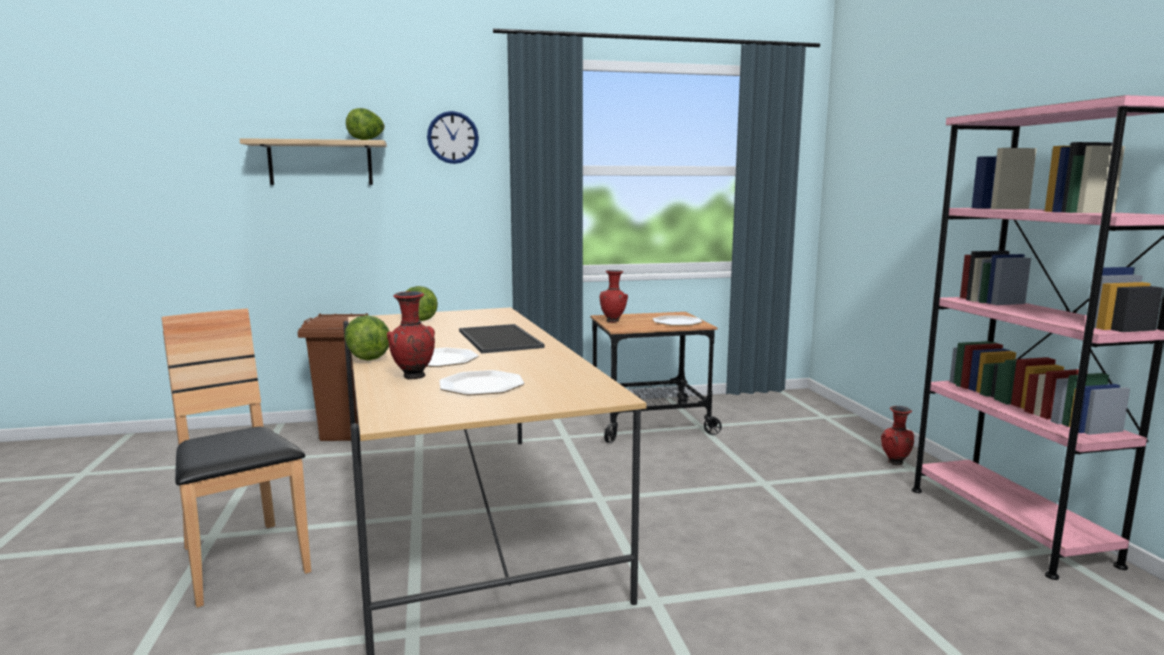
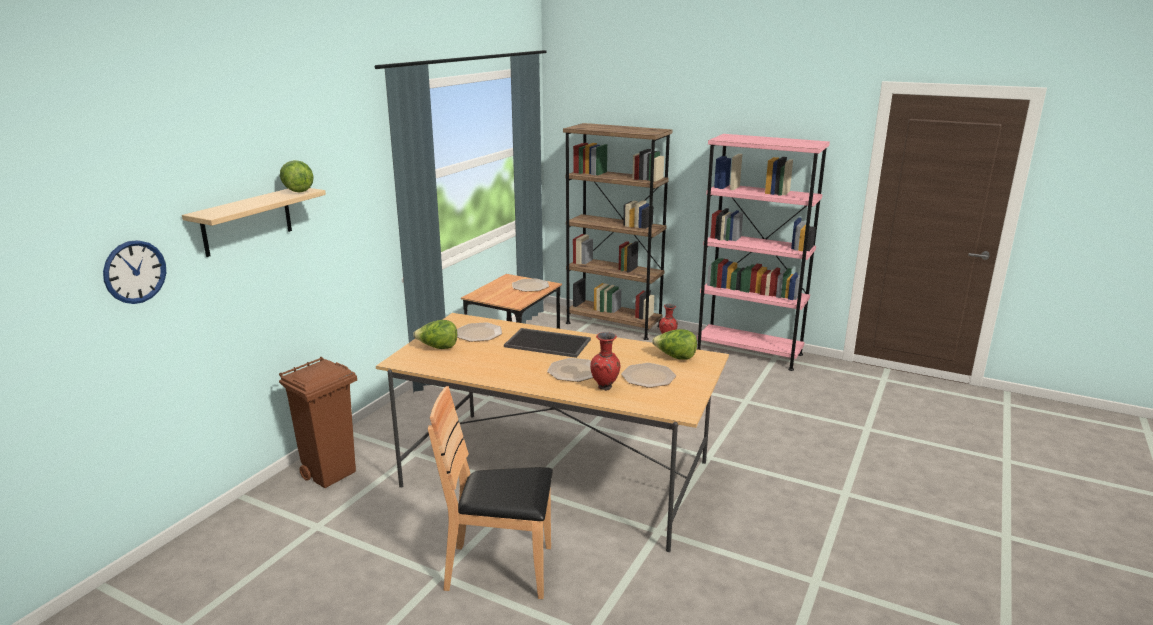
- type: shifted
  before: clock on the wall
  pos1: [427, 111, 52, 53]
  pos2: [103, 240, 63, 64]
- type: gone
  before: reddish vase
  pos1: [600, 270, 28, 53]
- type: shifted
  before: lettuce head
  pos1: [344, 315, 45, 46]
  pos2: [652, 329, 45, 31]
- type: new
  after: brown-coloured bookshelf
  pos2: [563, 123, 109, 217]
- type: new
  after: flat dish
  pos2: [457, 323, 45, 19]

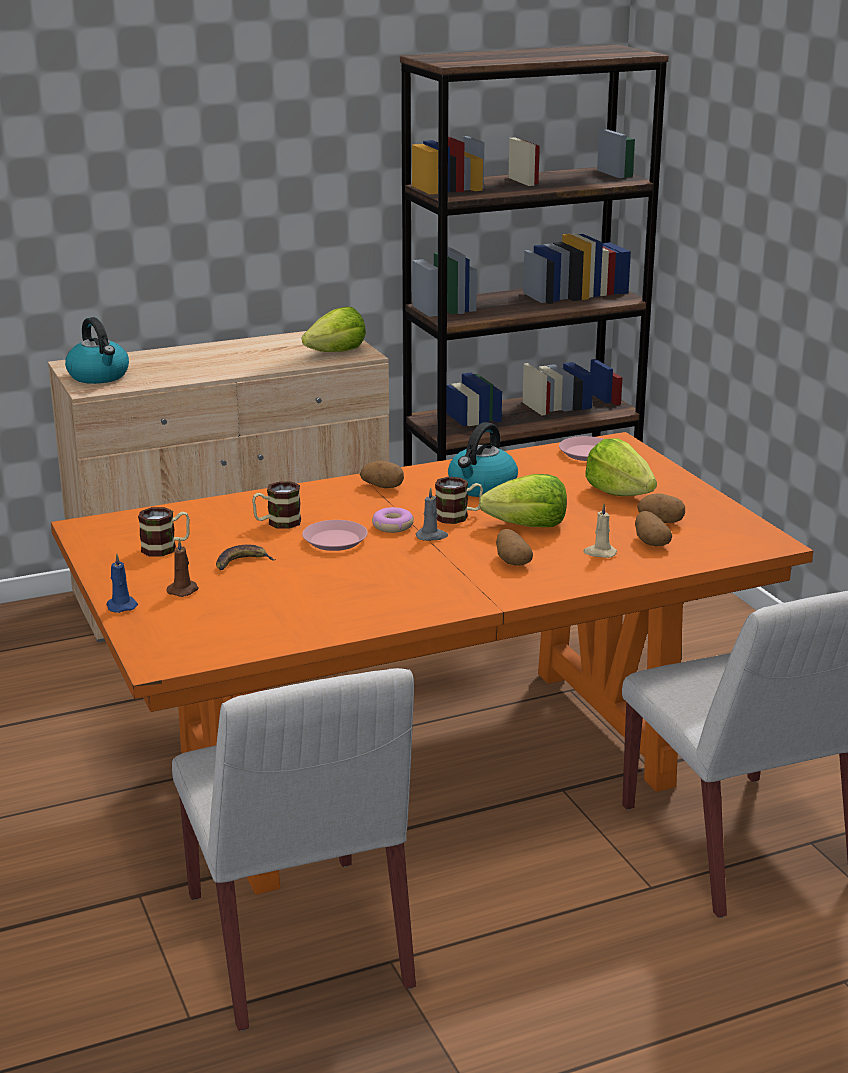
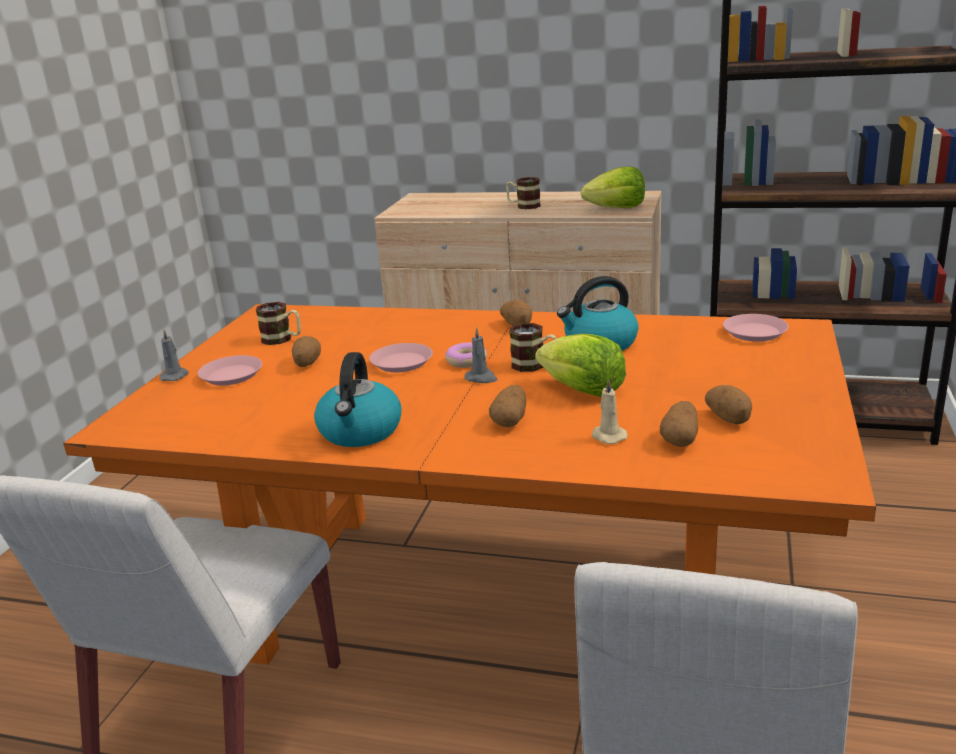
- type: shifted
  before: kettle
  pos1: [65, 317, 64, 67]
  pos2: [314, 352, 88, 95]
- type: gone
  before: lettuce head
  pos1: [585, 439, 72, 57]
- type: shifted
  before: coffee mug
  pos1: [252, 481, 49, 48]
  pos2: [506, 177, 35, 32]
- type: swapped
  before: brown-coloured wax light
  after: pink-coloured flat dish
  pos1: [166, 538, 33, 59]
  pos2: [198, 355, 64, 30]
- type: swapped
  before: whole banana
  after: spud
  pos1: [216, 544, 60, 26]
  pos2: [292, 336, 29, 31]
- type: repainted
  before: blue-coloured wax light
  after: grey wax light
  pos1: [106, 553, 32, 60]
  pos2: [159, 329, 30, 52]

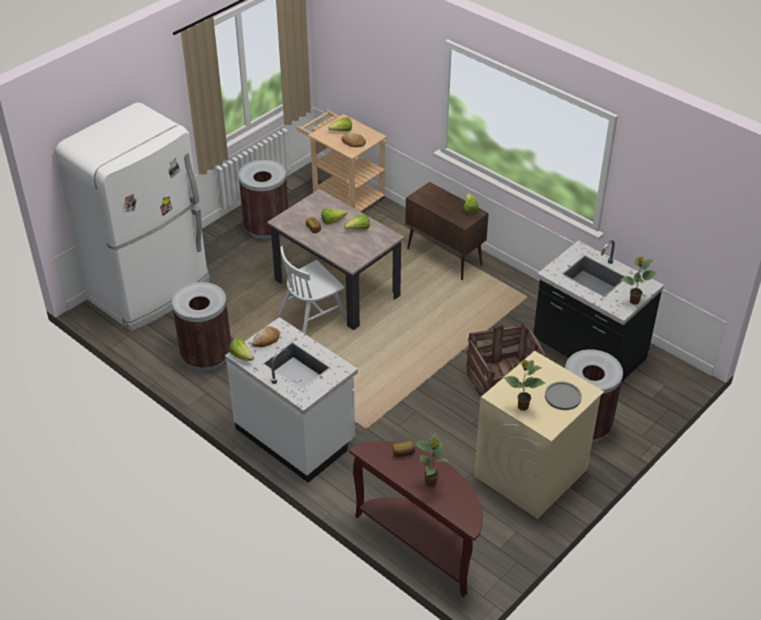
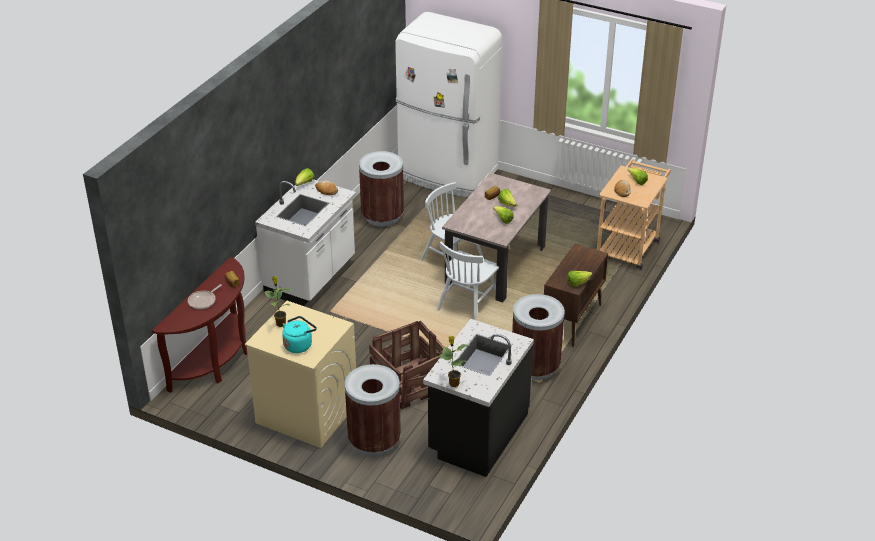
- type: shifted
  before: brown-coloured rubbish bin
  pos1: [238, 159, 50, 81]
  pos2: [512, 294, 53, 86]
- type: swapped
  before: grey flat dish
  after: turquoise kettle
  pos1: [545, 381, 37, 29]
  pos2: [282, 316, 35, 37]
- type: swapped
  before: potted plant
  after: skillet
  pos1: [416, 433, 33, 54]
  pos2: [188, 284, 34, 25]
- type: new
  after: white chair
  pos2: [437, 241, 62, 80]

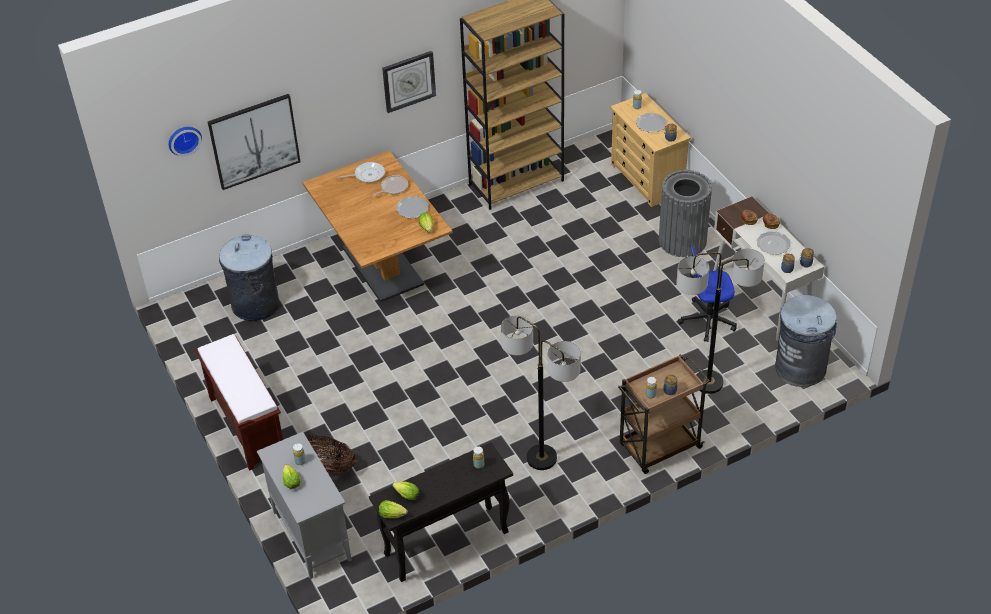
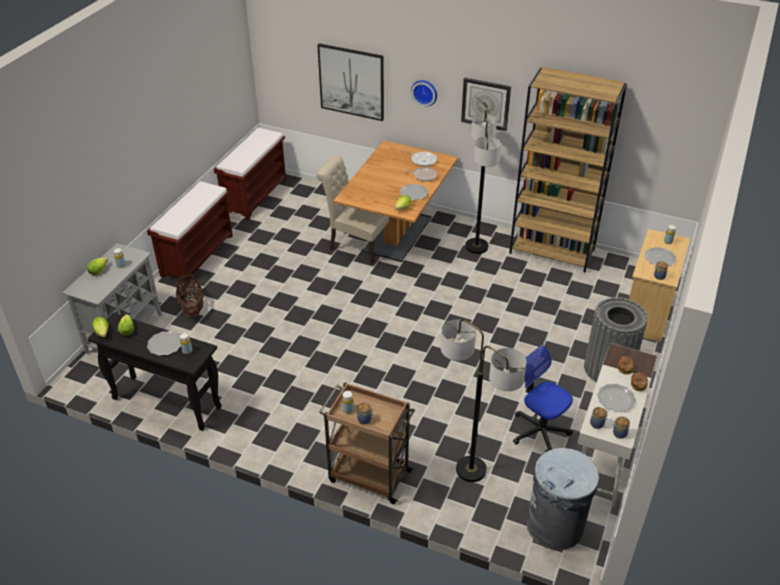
- type: shifted
  before: clock on the wall
  pos1: [169, 127, 33, 29]
  pos2: [411, 80, 26, 26]
- type: gone
  before: grey rubbish bin
  pos1: [219, 234, 60, 87]
- type: shifted
  before: standing lamp
  pos1: [501, 315, 80, 155]
  pos2: [465, 110, 36, 144]
- type: new
  after: brown-coloured indoor bench
  pos2: [214, 128, 72, 92]
- type: new
  after: beige chair
  pos2: [316, 155, 73, 109]
- type: new
  after: flat dish
  pos2: [147, 331, 34, 25]

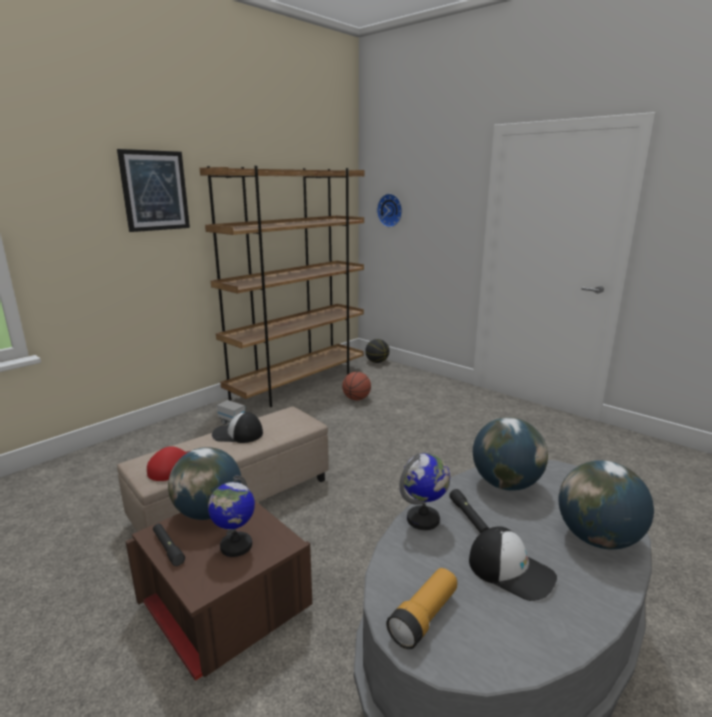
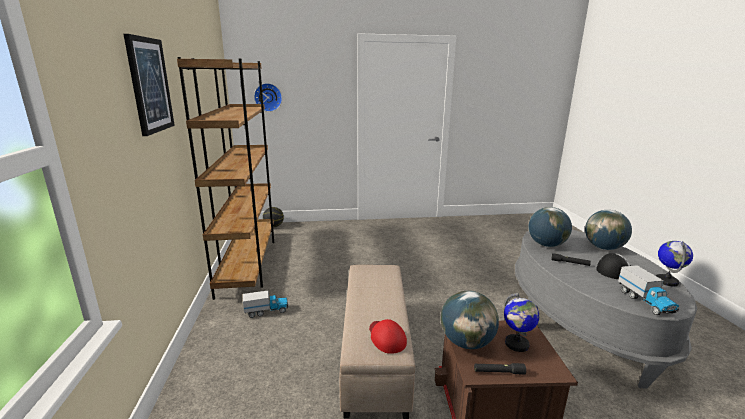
- type: gone
  before: basketball
  pos1: [342, 372, 29, 29]
- type: gone
  before: baseball cap
  pos1: [212, 412, 51, 31]
- type: shifted
  before: globe
  pos1: [399, 453, 51, 77]
  pos2: [656, 241, 37, 45]
- type: swapped
  before: torch
  after: toy truck
  pos1: [386, 568, 71, 81]
  pos2: [618, 265, 61, 50]

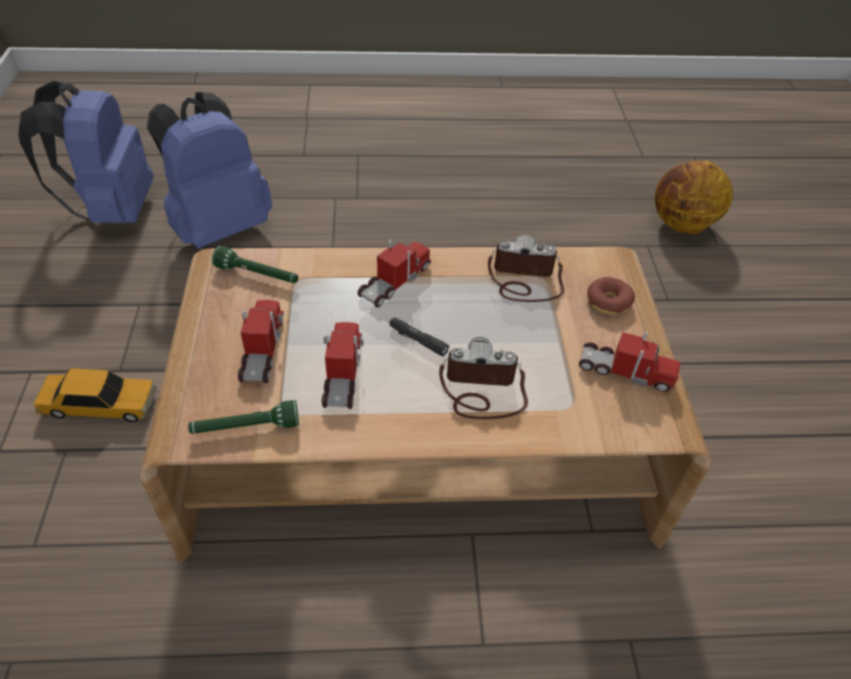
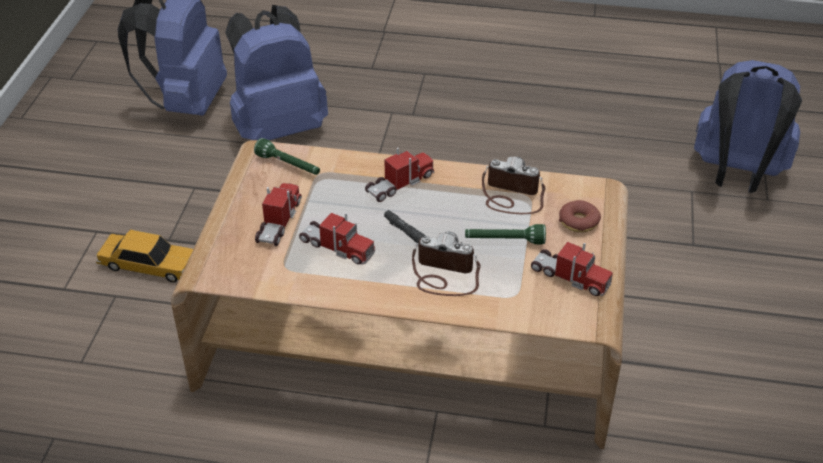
- type: swapped
  before: basketball
  after: blue-coloured rucksack
  pos1: [655, 161, 78, 73]
  pos2: [694, 60, 108, 133]
- type: rotated
  before: toy truck
  pos1: [322, 322, 41, 87]
  pos2: [299, 213, 76, 52]
  turn: 105
- type: shifted
  before: green-coloured torch
  pos1: [188, 400, 111, 34]
  pos2: [465, 224, 81, 20]

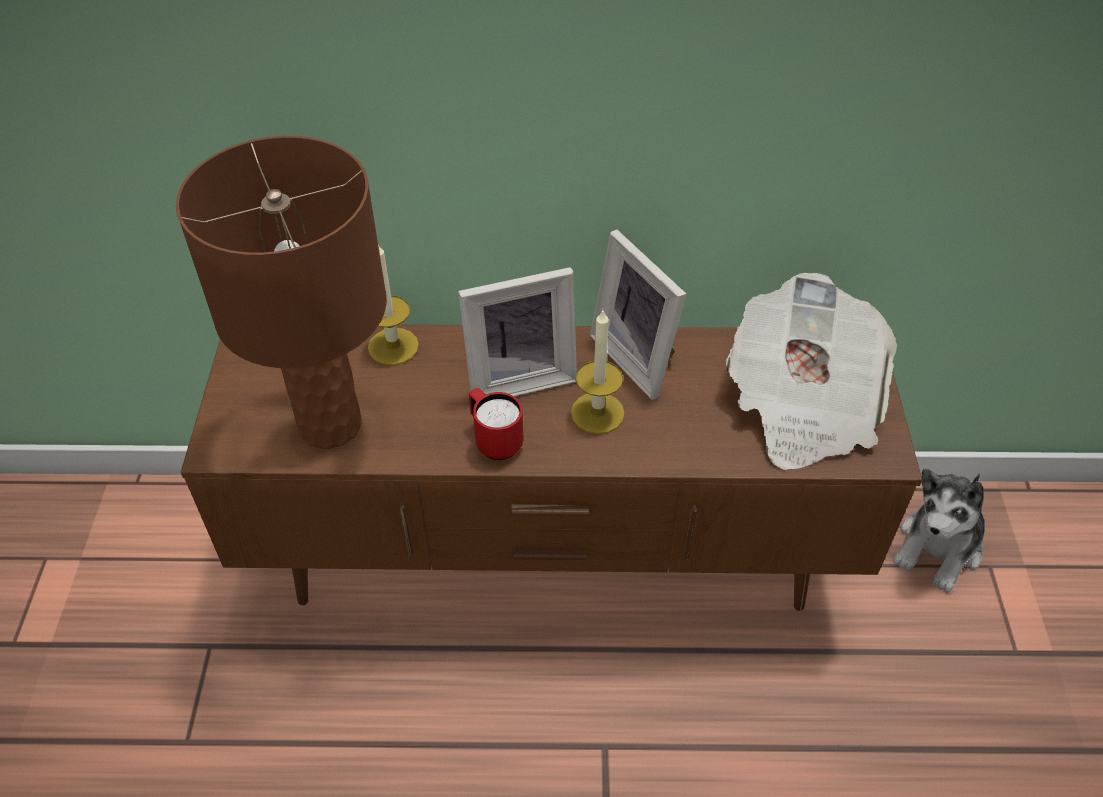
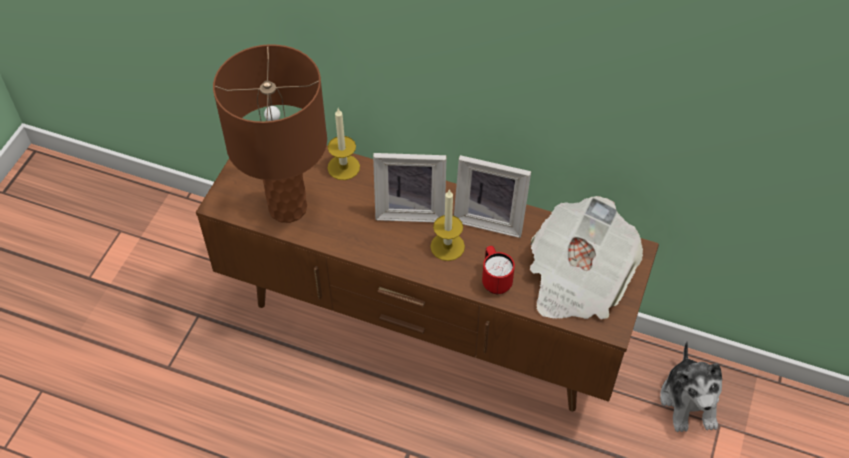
- type: rotated
  before: picture frame
  pos1: [590, 230, 96, 170]
  pos2: [454, 155, 77, 83]
  turn: -60
- type: shifted
  before: reddish coffee mug
  pos1: [469, 388, 54, 72]
  pos2: [482, 246, 33, 48]
- type: rotated
  before: plush toy
  pos1: [893, 468, 92, 125]
  pos2: [660, 341, 62, 91]
  turn: -60

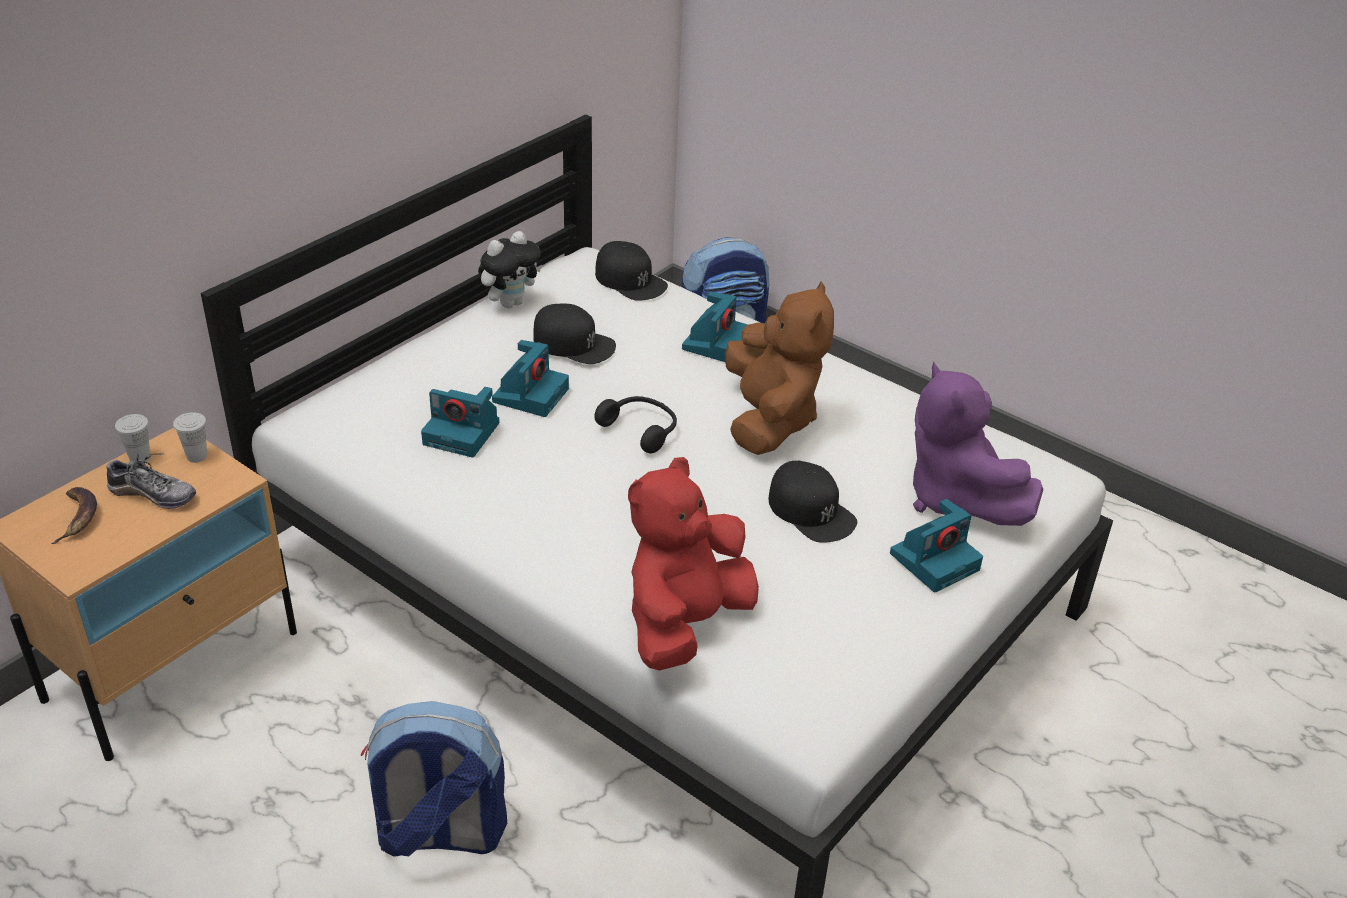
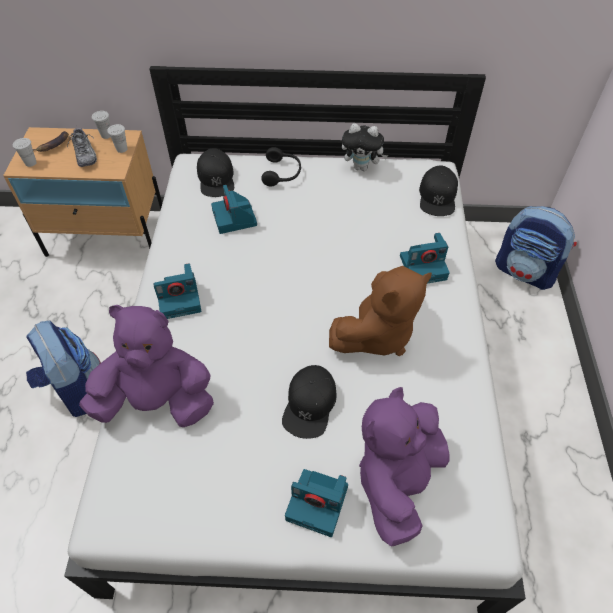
- type: shifted
  before: black-coloured baseball cap
  pos1: [533, 304, 83, 60]
  pos2: [197, 148, 37, 49]
- type: shifted
  before: photo camera
  pos1: [492, 340, 77, 77]
  pos2: [153, 263, 48, 56]
- type: shifted
  before: black-coloured pair of headphones
  pos1: [594, 396, 83, 57]
  pos2: [261, 147, 40, 40]
- type: repainted
  before: reddish plush toy
  after: purplish plush toy
  pos1: [628, 457, 131, 214]
  pos2: [79, 305, 135, 122]
- type: new
  after: white drinking cup
  pos2: [13, 138, 24, 29]

